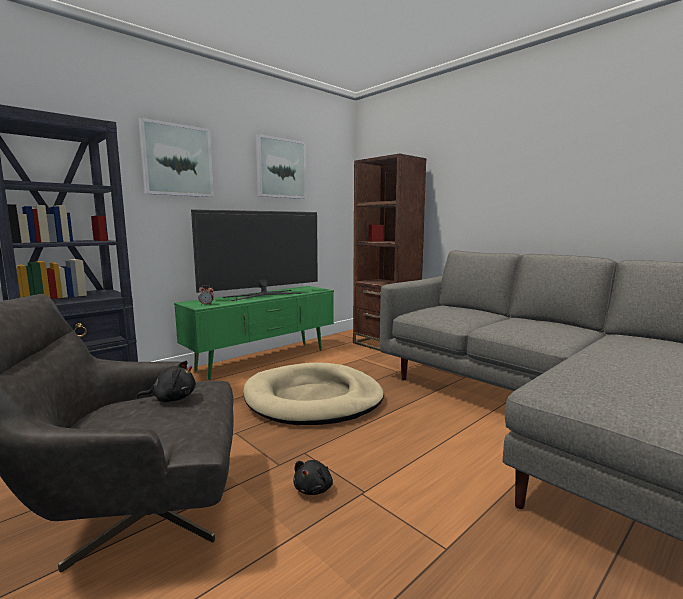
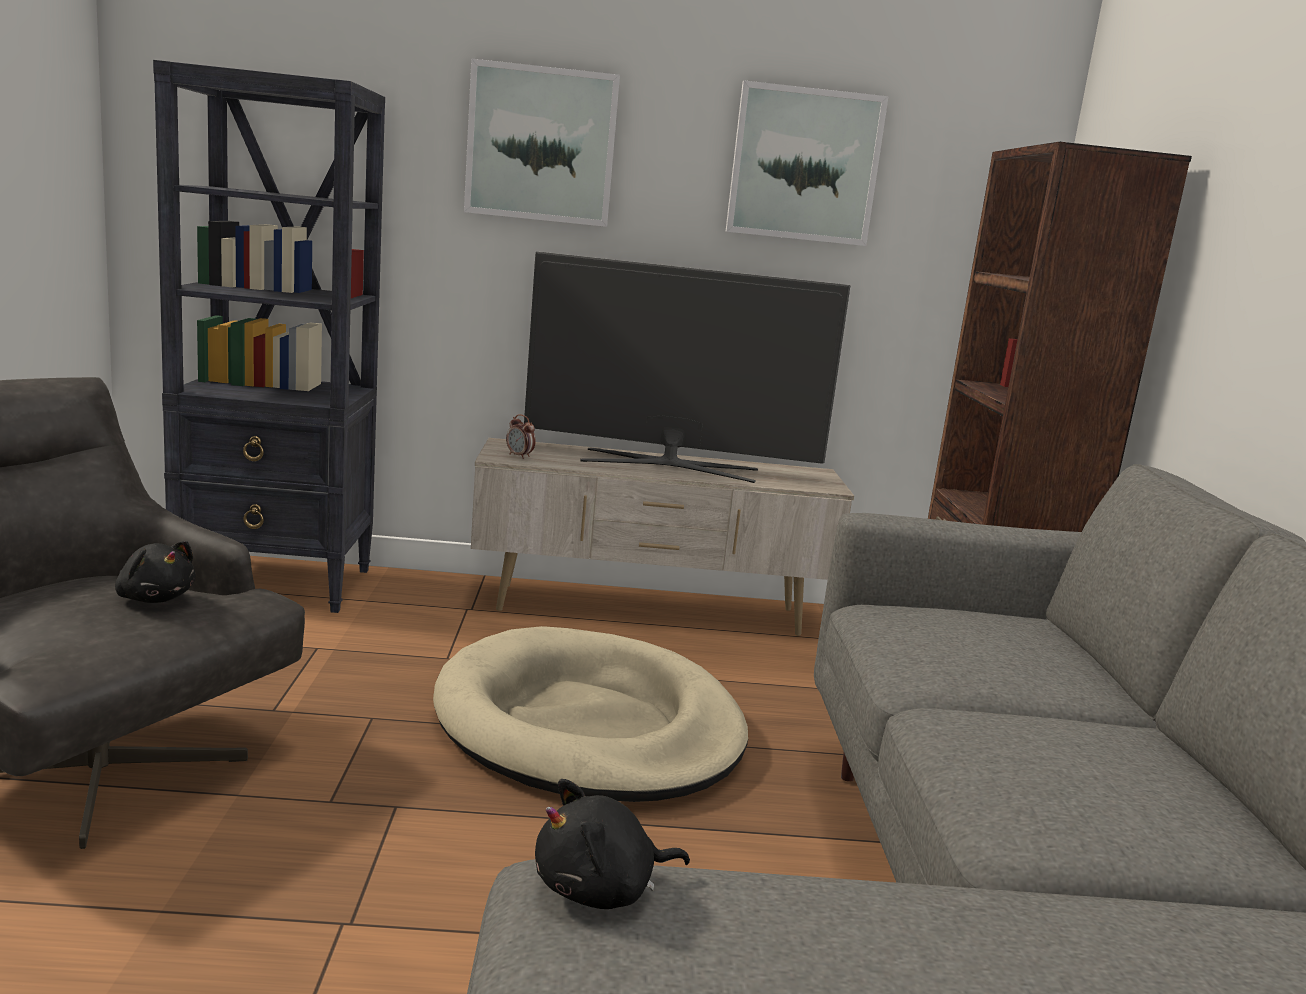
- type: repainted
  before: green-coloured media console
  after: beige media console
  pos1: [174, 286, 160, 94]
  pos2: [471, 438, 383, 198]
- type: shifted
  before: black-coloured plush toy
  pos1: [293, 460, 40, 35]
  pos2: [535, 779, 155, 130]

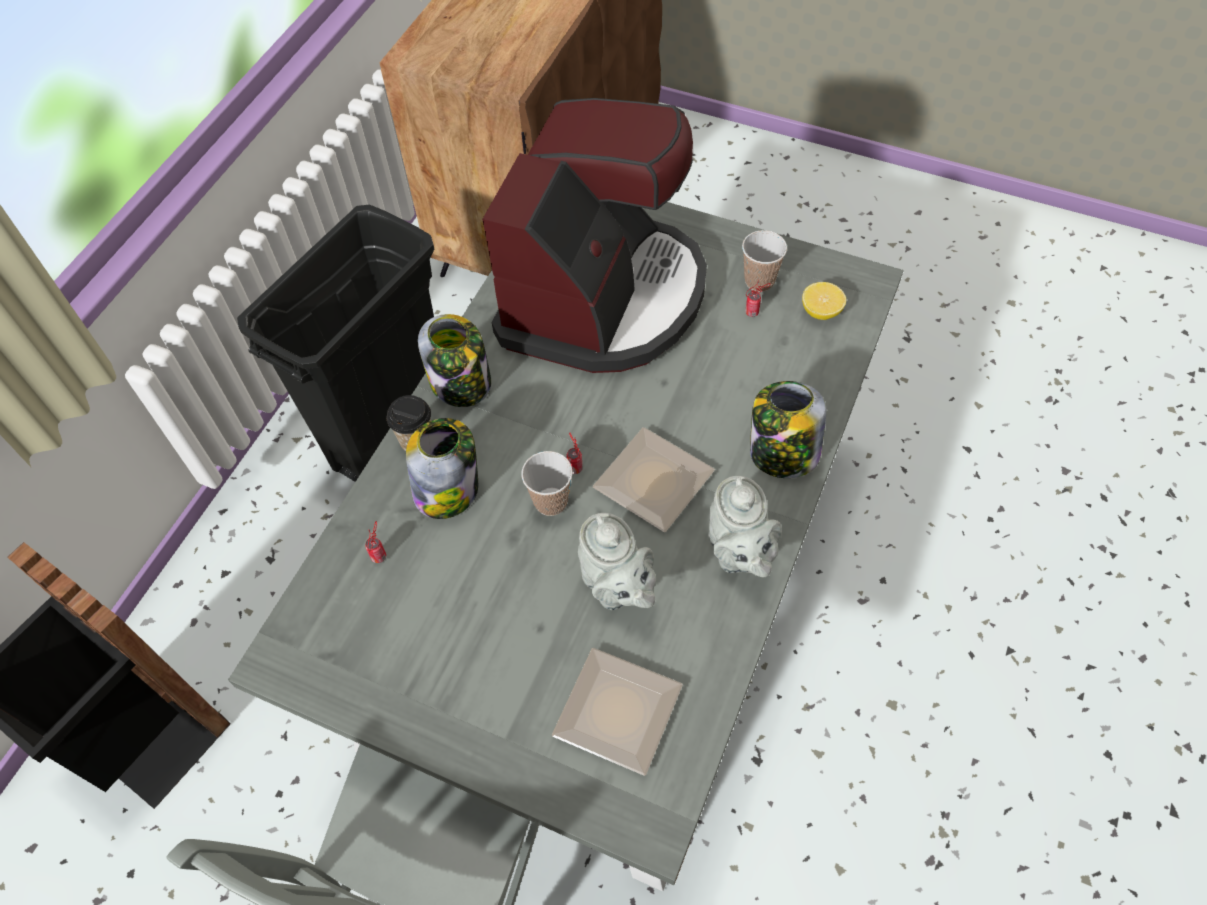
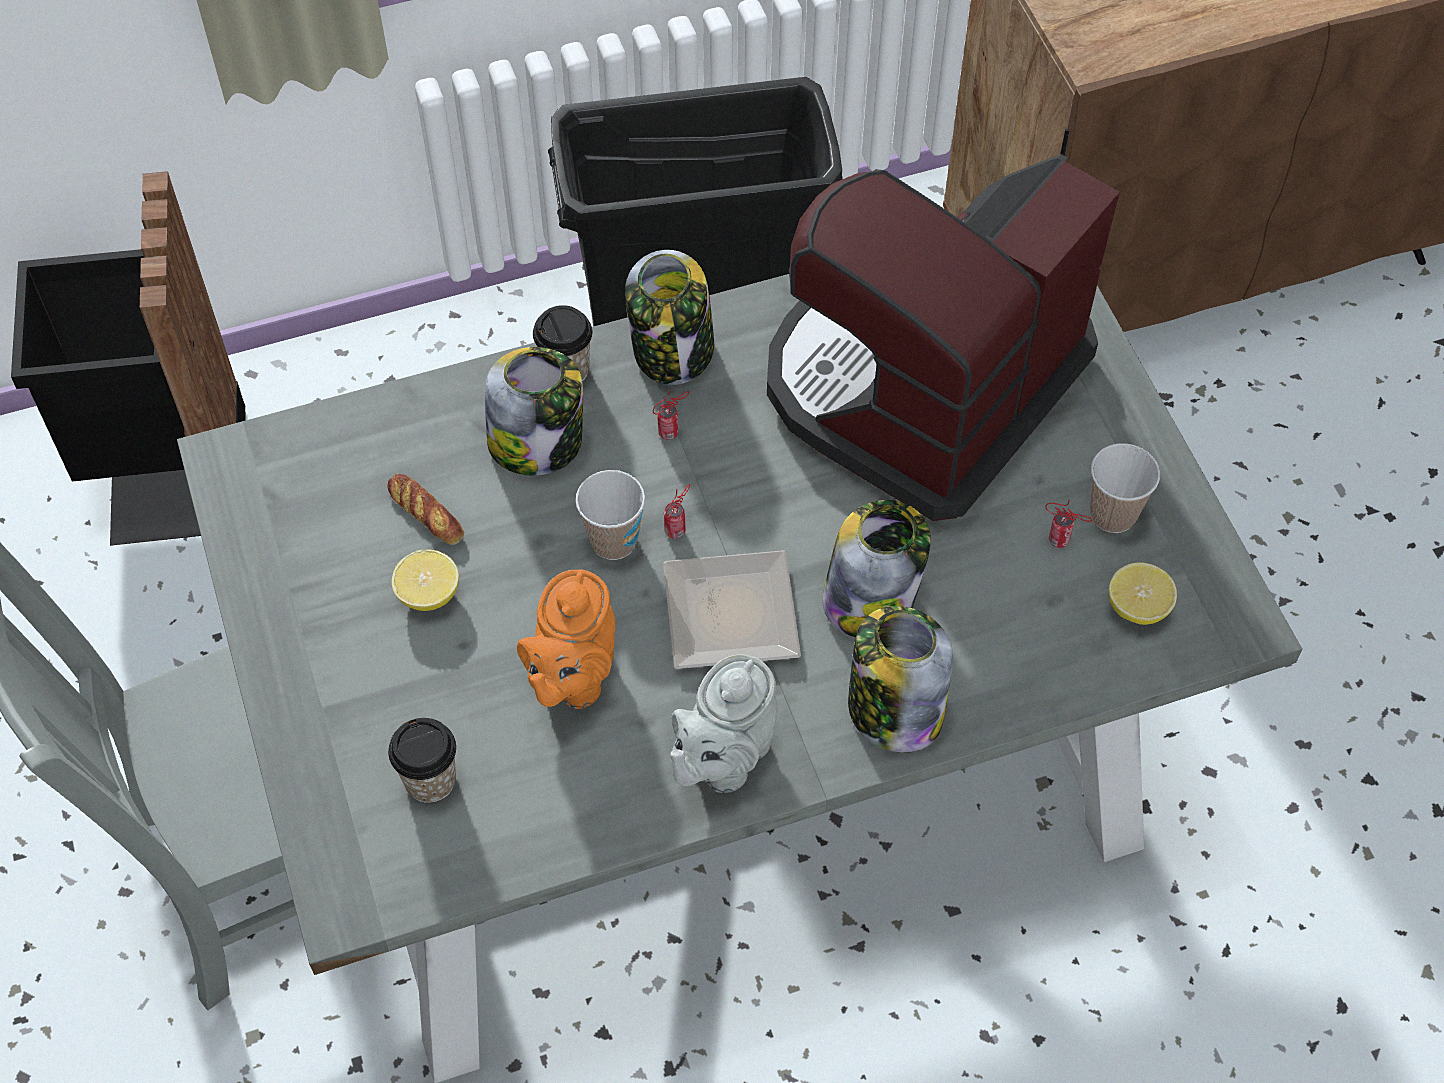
- type: rotated
  before: coffee machine
  pos1: [482, 98, 225, 275]
  pos2: [767, 154, 353, 367]
  turn: 150
- type: repainted
  before: grey pot for tea
  after: orange-coloured pot for tea
  pos1: [578, 513, 78, 97]
  pos2: [517, 570, 98, 139]
- type: shifted
  before: sealed can
  pos1: [365, 521, 21, 42]
  pos2: [653, 390, 37, 50]
- type: swapped
  before: flat dish
  after: drinking cup
  pos1: [552, 648, 131, 128]
  pos2: [388, 718, 68, 85]
- type: new
  after: bread
  pos2: [387, 474, 77, 71]
- type: new
  after: preserve jar
  pos2: [822, 500, 109, 137]
- type: new
  after: lemon
  pos2: [392, 549, 67, 62]

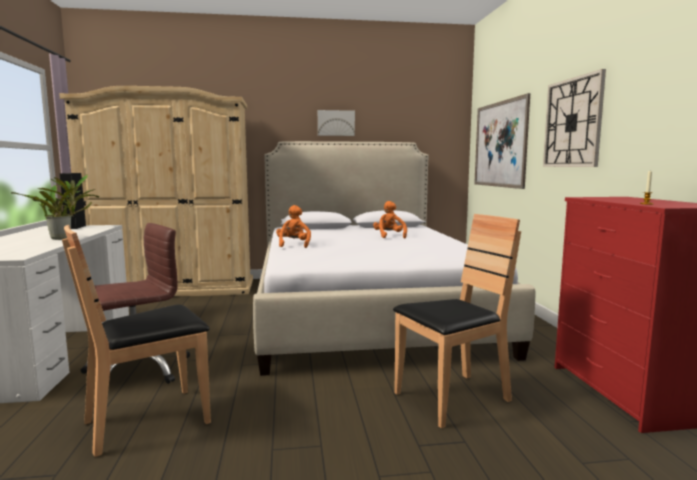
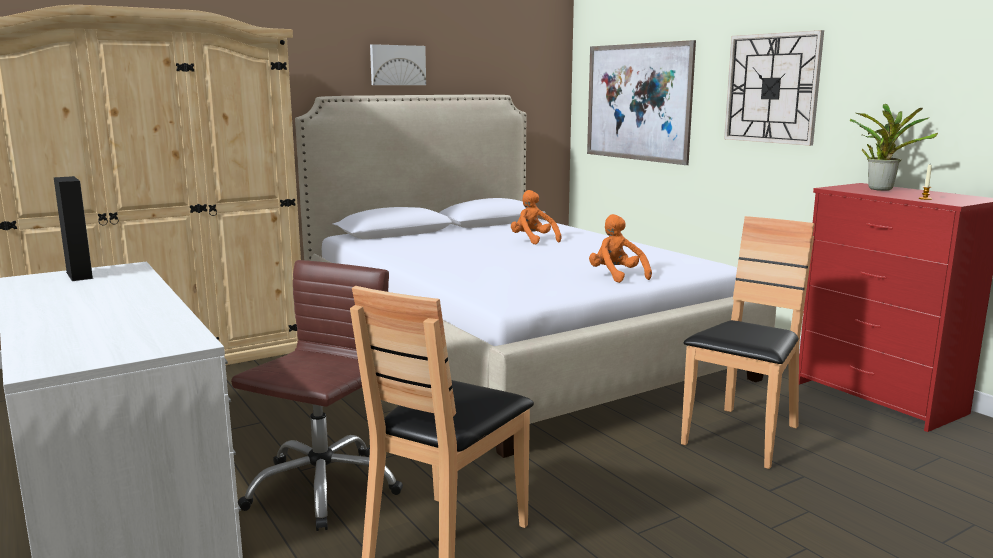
- type: shifted
  before: potted plant
  pos1: [11, 174, 88, 66]
  pos2: [850, 104, 88, 87]
- type: shifted
  before: orange-coloured plush toy
  pos1: [276, 205, 35, 43]
  pos2: [589, 214, 63, 69]

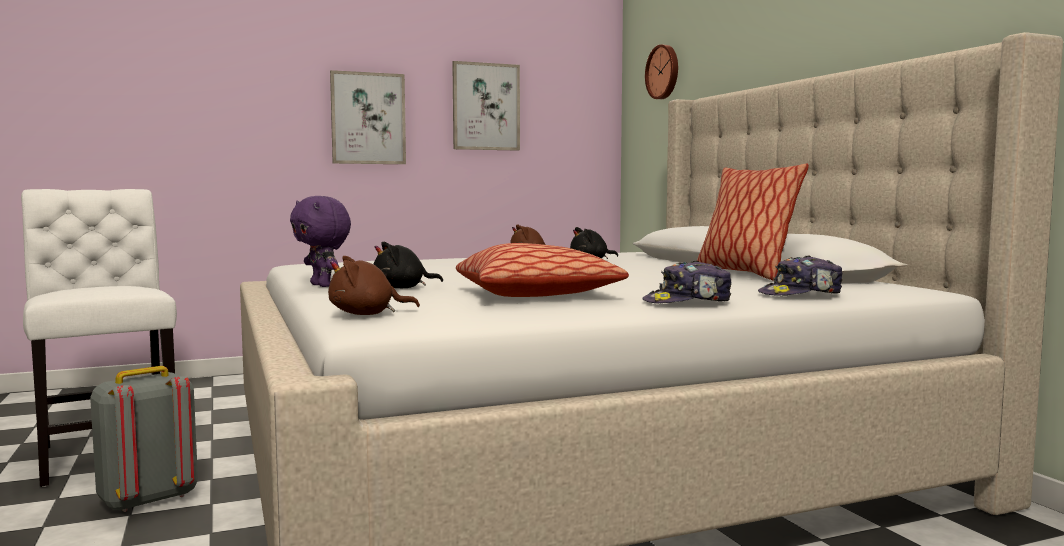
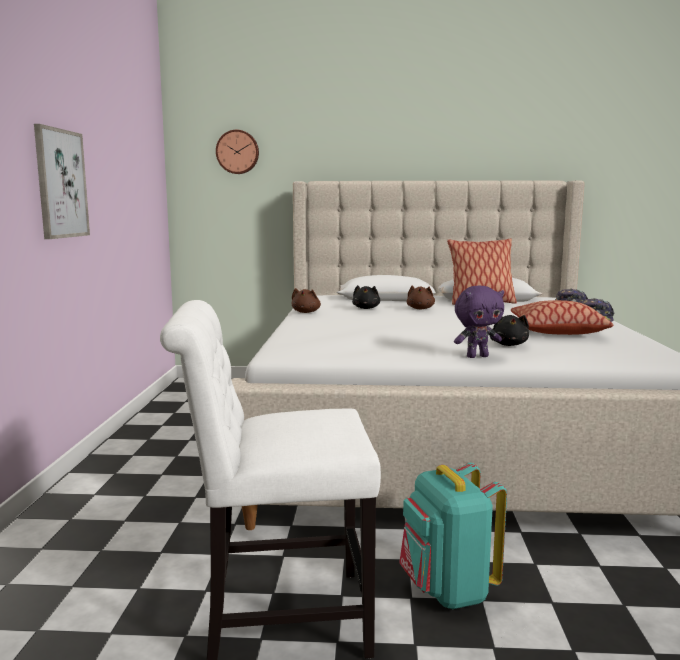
- type: gone
  before: picture
  pos1: [452, 61, 68, 90]
- type: shifted
  before: brown-coloured plush toy
  pos1: [328, 256, 92, 59]
  pos2: [407, 286, 28, 23]
- type: repainted
  before: grey rucksack
  after: turquoise rucksack
  pos1: [90, 366, 108, 146]
  pos2: [399, 463, 108, 146]

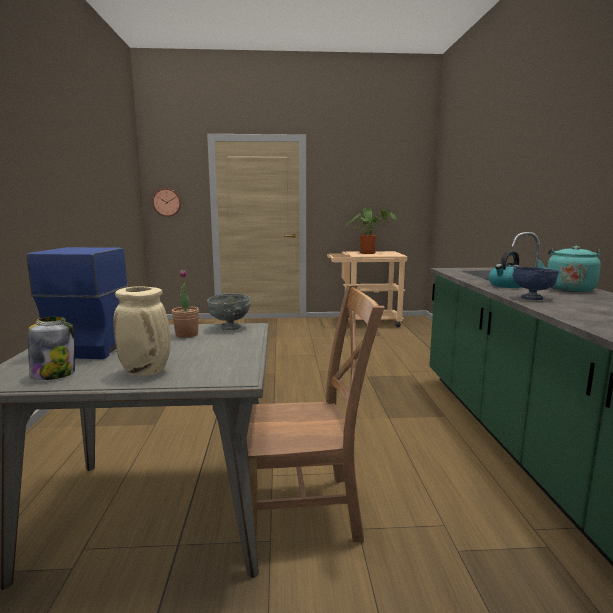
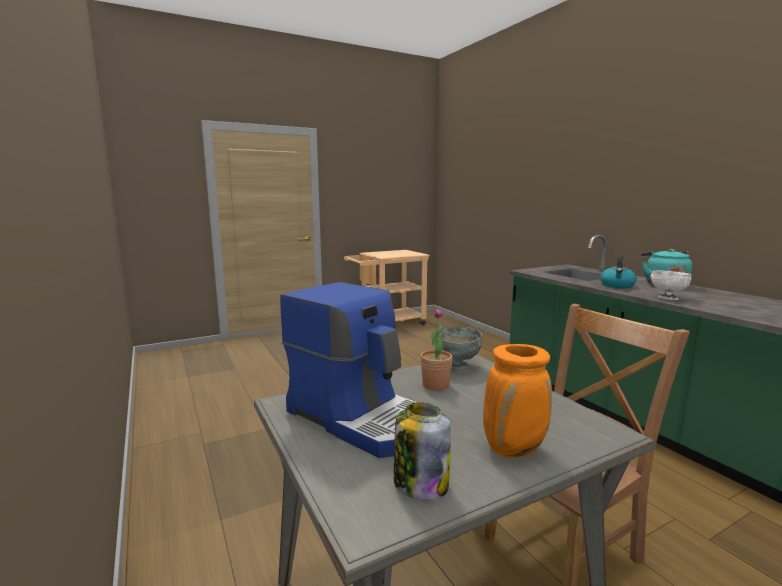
- type: gone
  before: clock on the wall
  pos1: [153, 188, 28, 29]
- type: gone
  before: potted plant
  pos1: [347, 208, 49, 46]
- type: rotated
  before: coffee machine
  pos1: [27, 247, 101, 112]
  pos2: [280, 282, 138, 176]
  turn: 150
- type: repainted
  before: blue-coloured deep dish
  after: white deep dish
  pos1: [512, 267, 47, 33]
  pos2: [650, 271, 42, 29]
- type: repainted
  before: beige vase
  after: orange-coloured vase
  pos1: [113, 286, 58, 90]
  pos2: [483, 344, 69, 114]

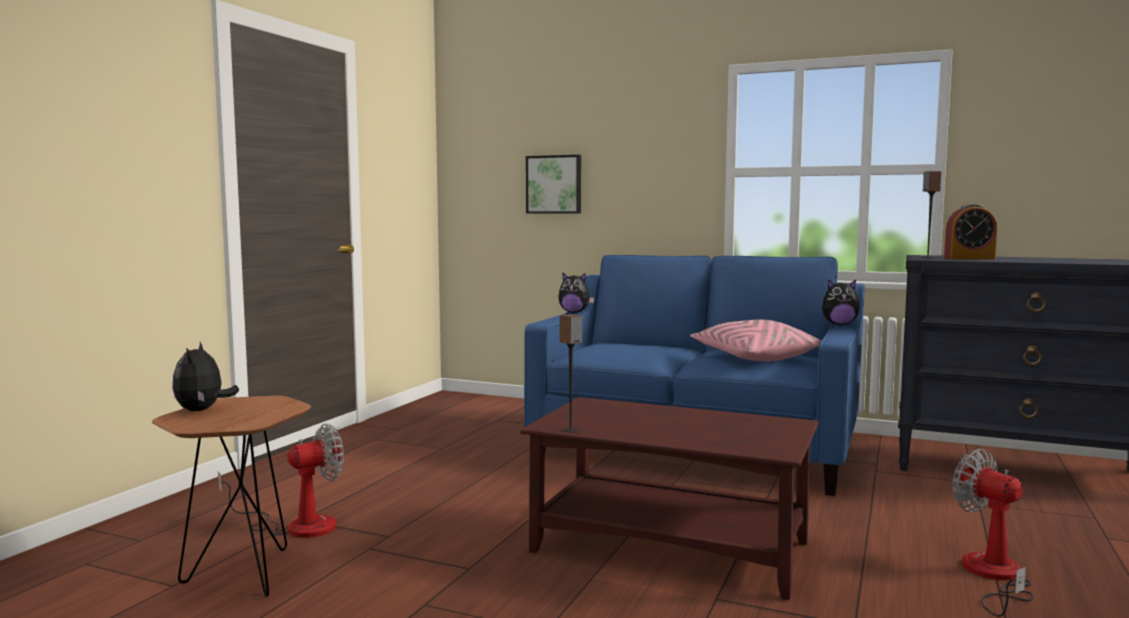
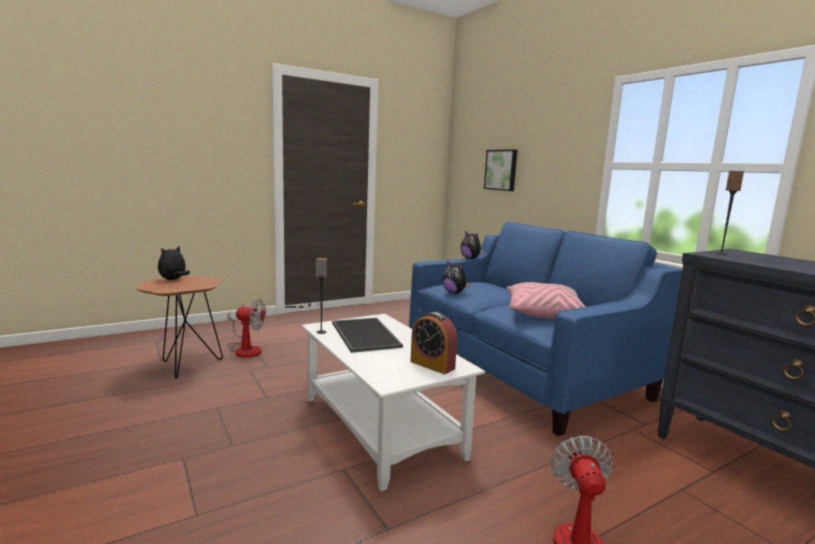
- type: shifted
  before: alarm clock
  pos1: [944, 204, 54, 56]
  pos2: [410, 312, 47, 62]
- type: shifted
  before: plush toy
  pos1: [822, 279, 38, 46]
  pos2: [442, 260, 29, 33]
- type: repainted
  before: brown-coloured coffee table
  after: white coffee table
  pos1: [520, 397, 299, 203]
  pos2: [302, 314, 183, 178]
- type: new
  after: carrying tray
  pos2: [332, 318, 71, 35]

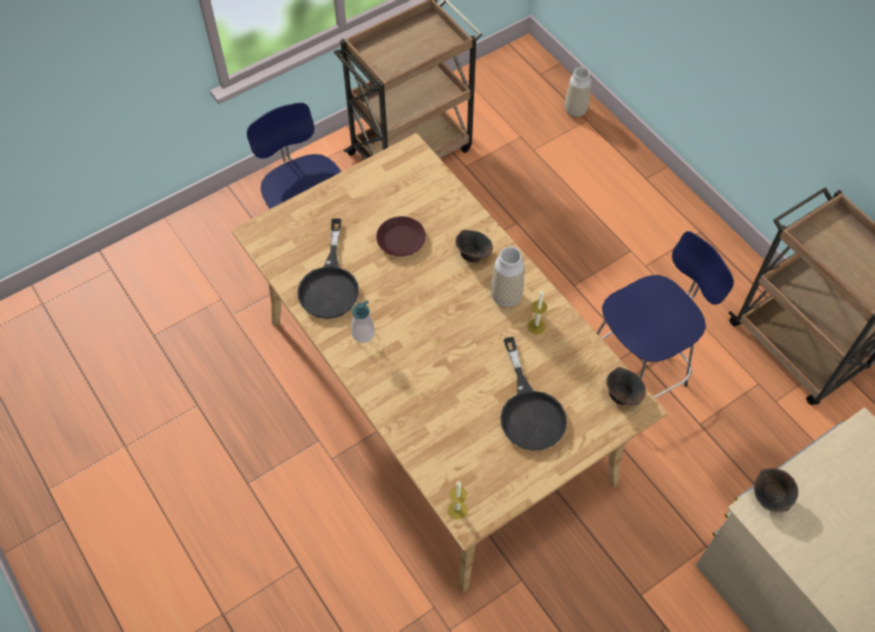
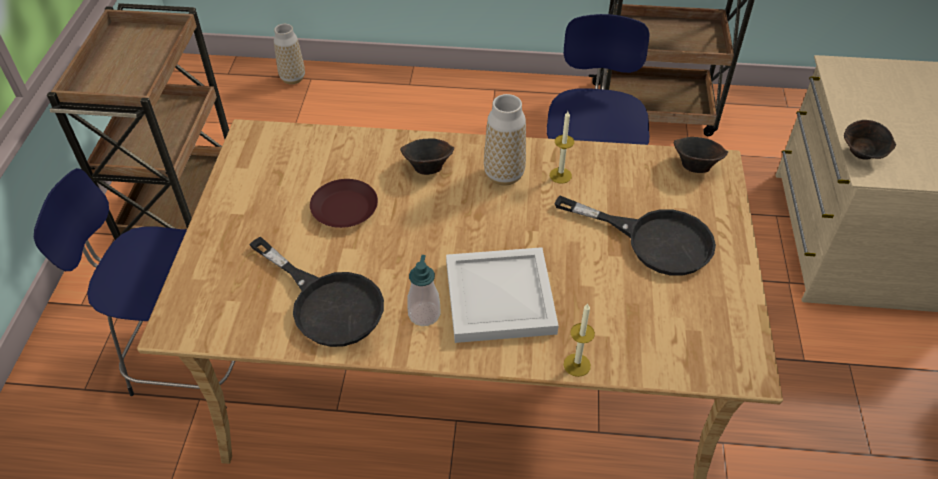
- type: shifted
  before: wax light
  pos1: [448, 481, 20, 39]
  pos2: [564, 304, 31, 73]
- type: new
  after: white carrying tray
  pos2: [446, 247, 113, 96]

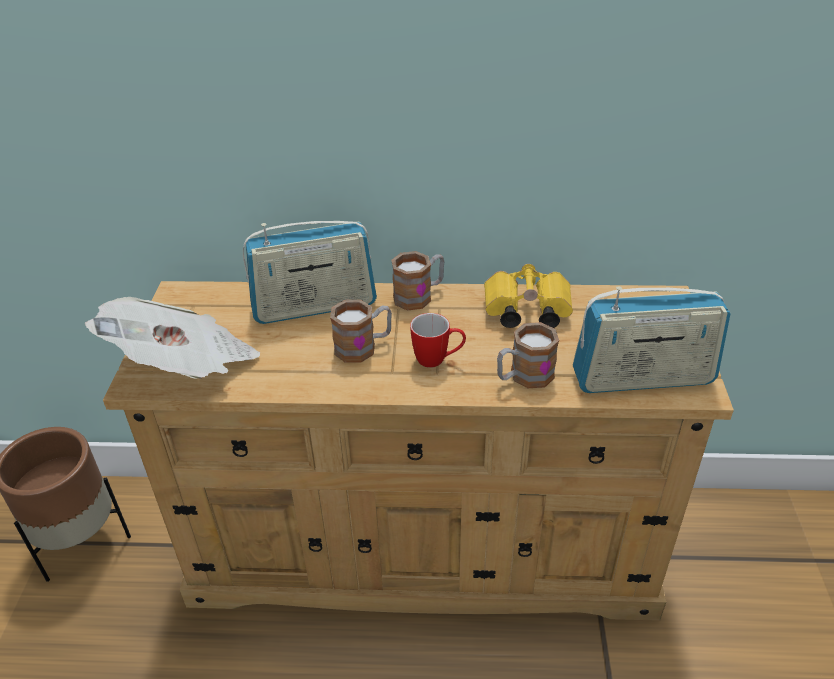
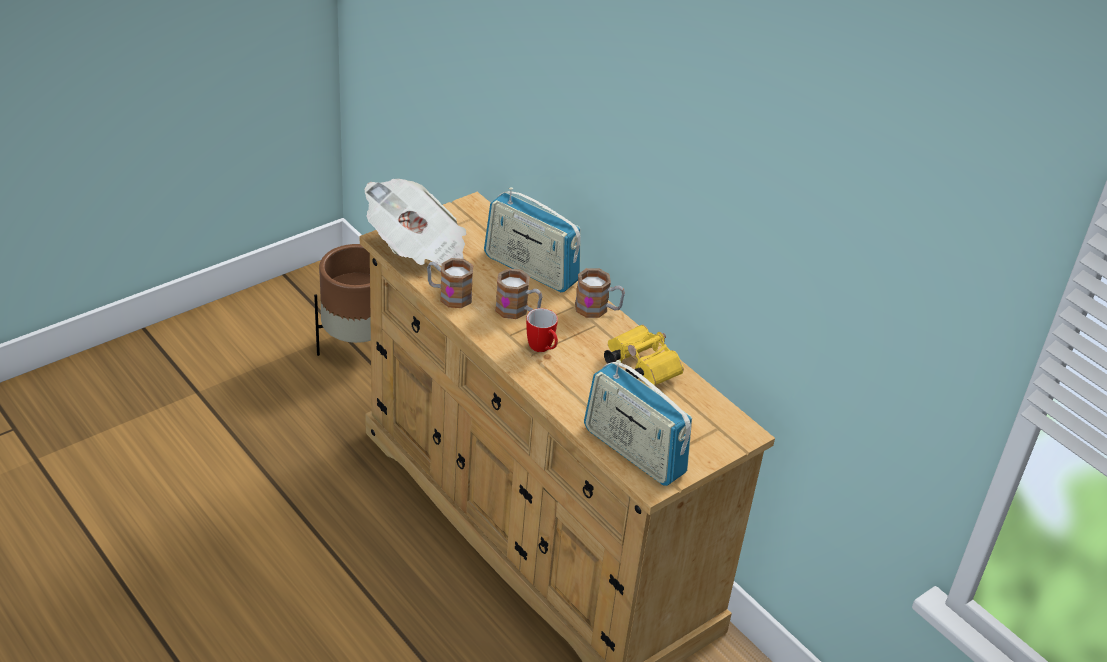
- type: shifted
  before: coffee mug
  pos1: [497, 322, 62, 66]
  pos2: [427, 258, 46, 50]

